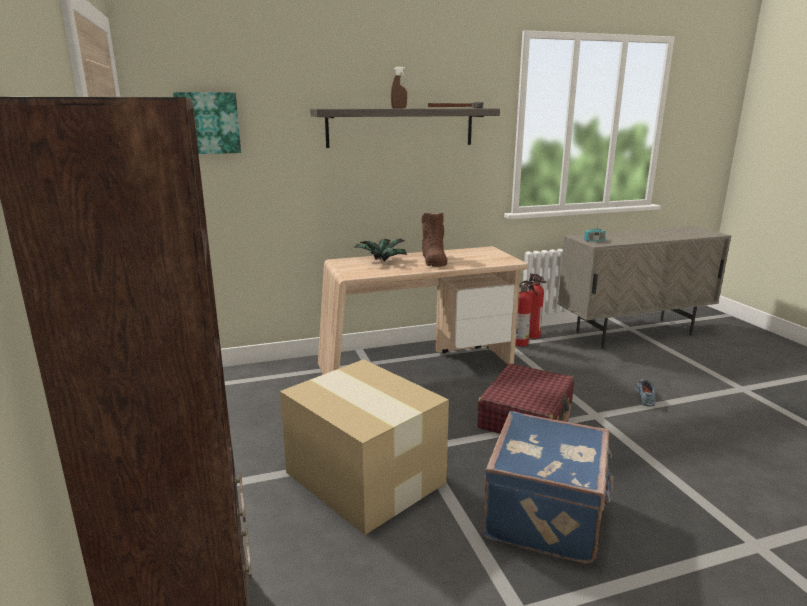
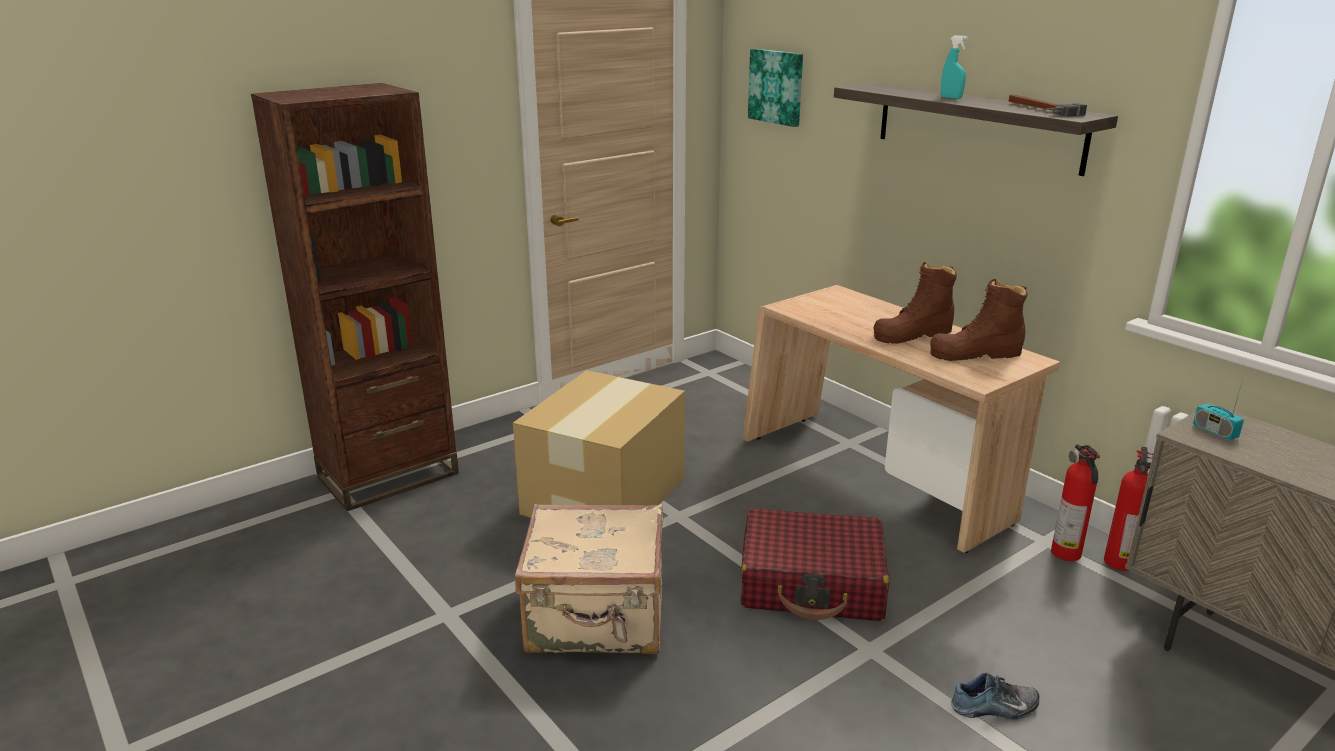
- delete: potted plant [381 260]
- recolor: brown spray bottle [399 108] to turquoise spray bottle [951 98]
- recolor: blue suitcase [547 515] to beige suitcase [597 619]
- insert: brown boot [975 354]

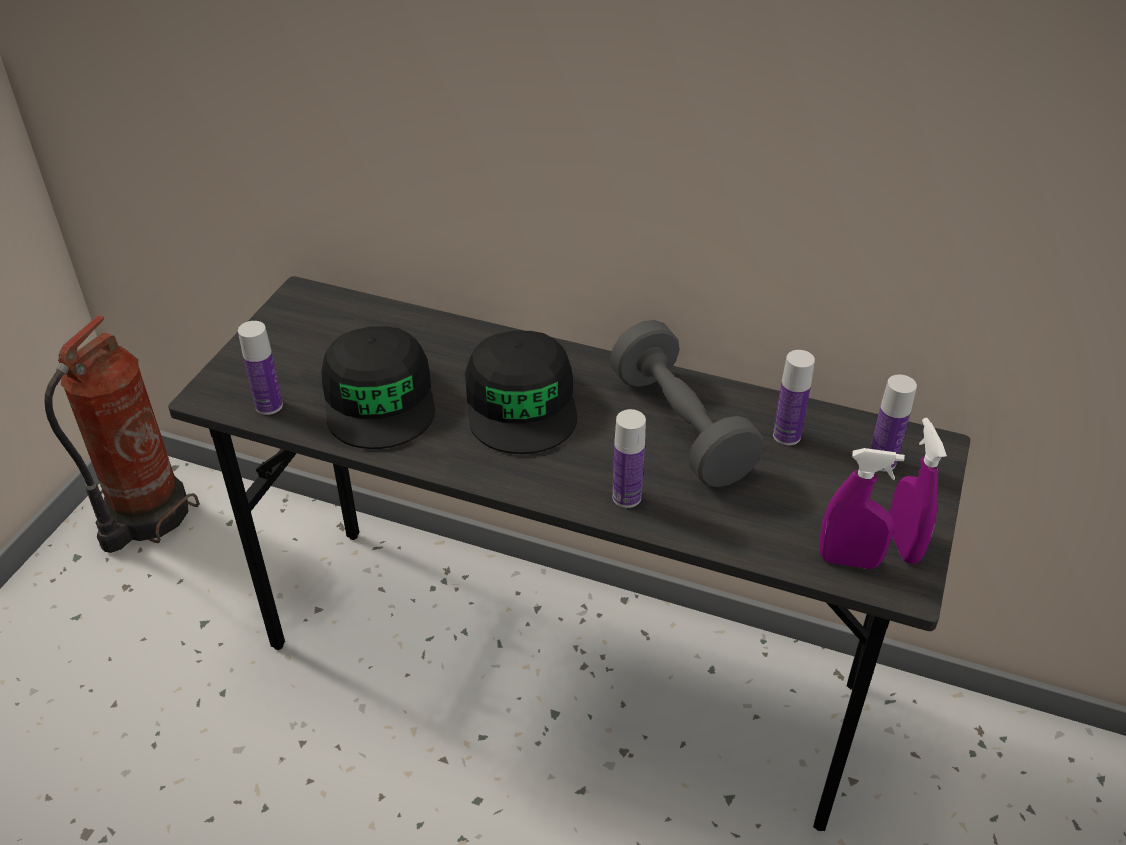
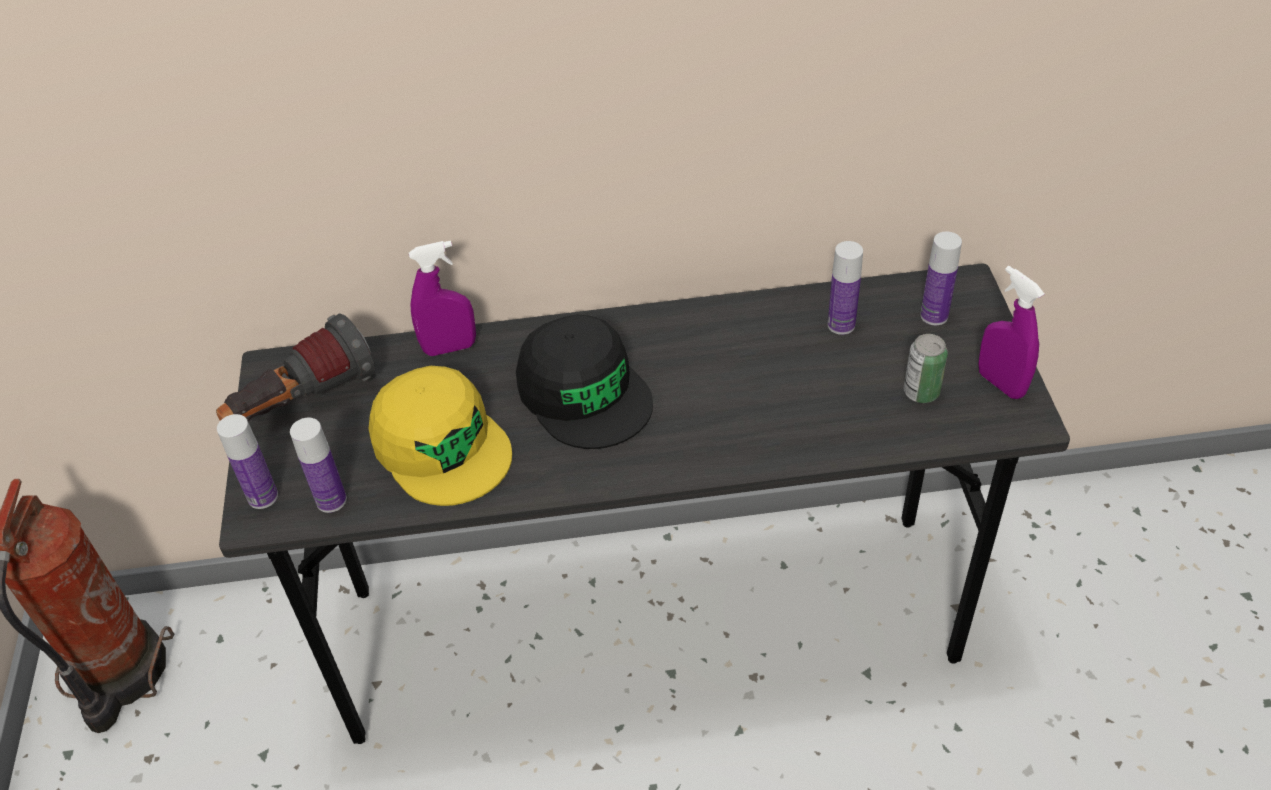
- recolor: black cap [380 399] to yellow cap [442 445]
- delete: grey dumbbell [681 427]
- move: bottle [626 497] to [263 497]
- move: purple spray bottle [849 560] to [450 348]
- insert: flashlight [302 403]
- insert: can [921 392]

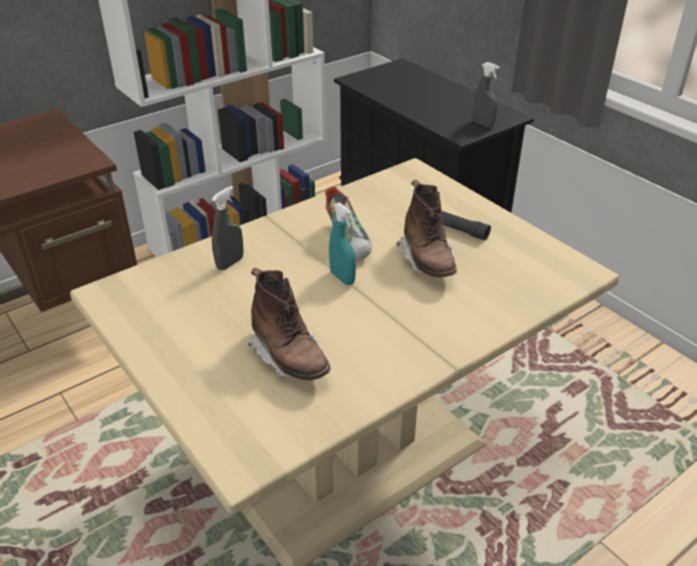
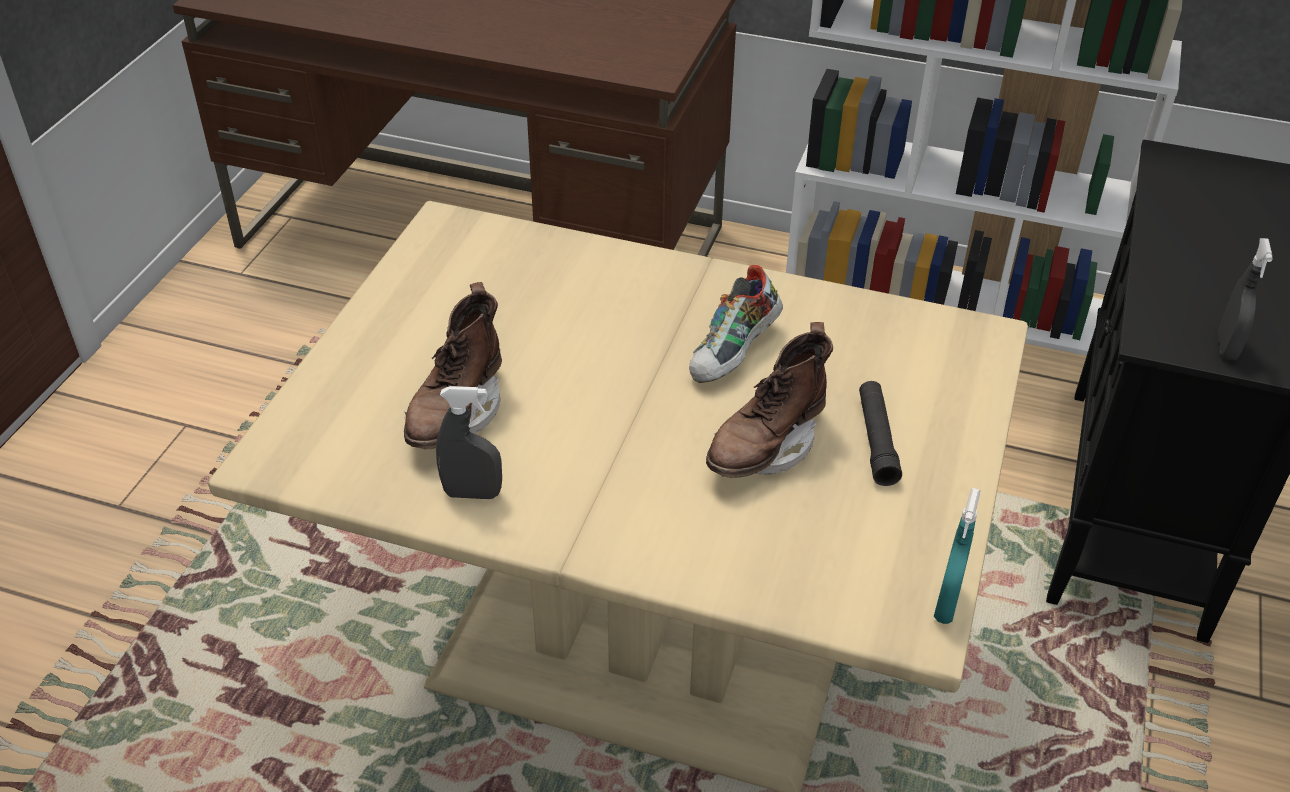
- move: grey spray bottle [230 263] to [472 493]
- move: turquoise spray bottle [342 278] to [946 604]

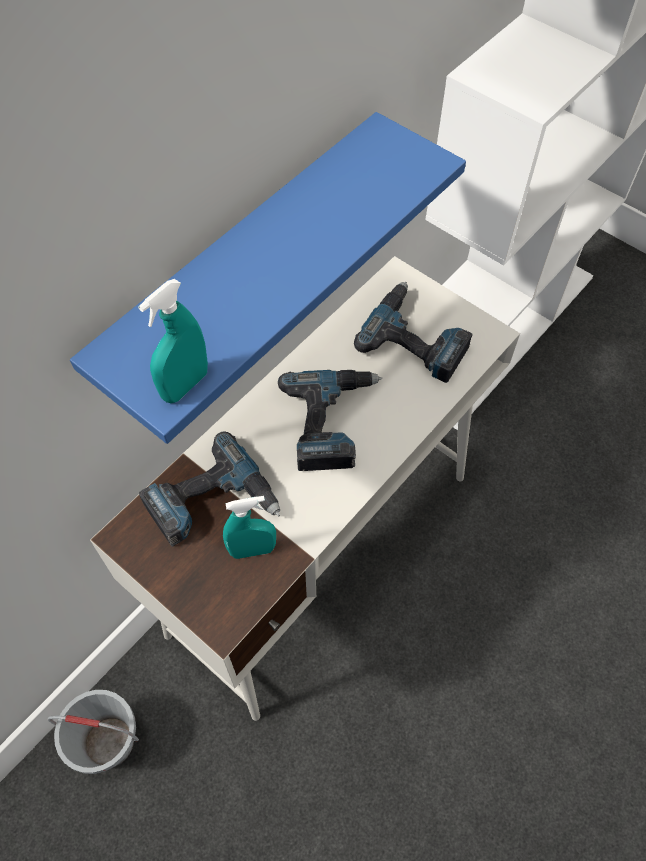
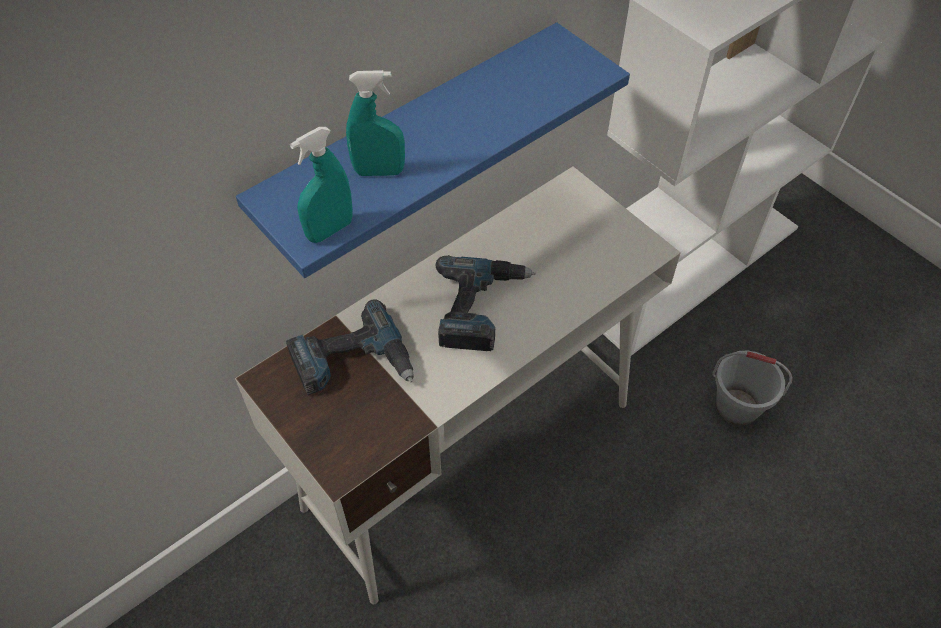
- move: grey bucket [110 741] to [737 406]
- move: turquoise spray bottle [252 550] to [379 171]
- delete: power drill [416 338]

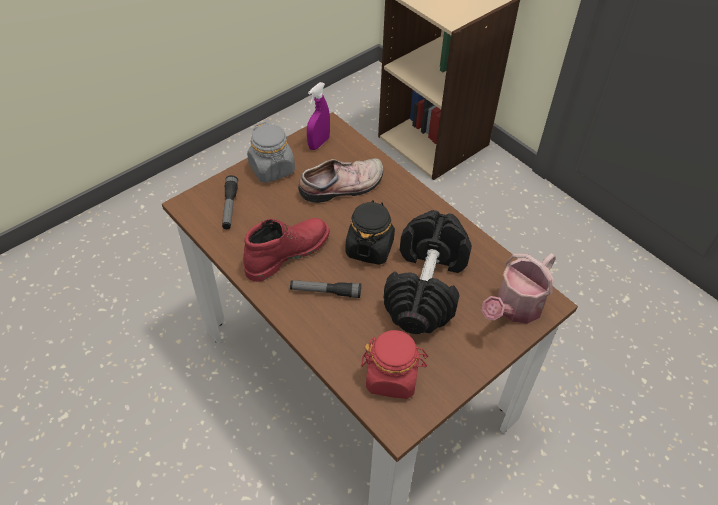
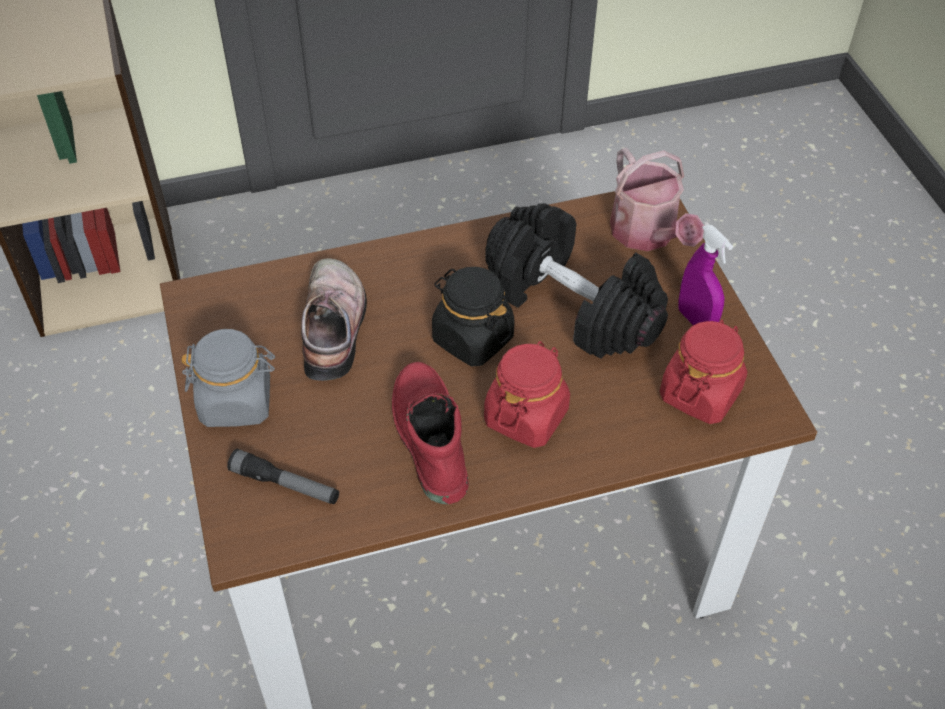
- replace: flashlight [325 292] to red jar [526 416]
- move: purple spray bottle [319 143] to [696 321]

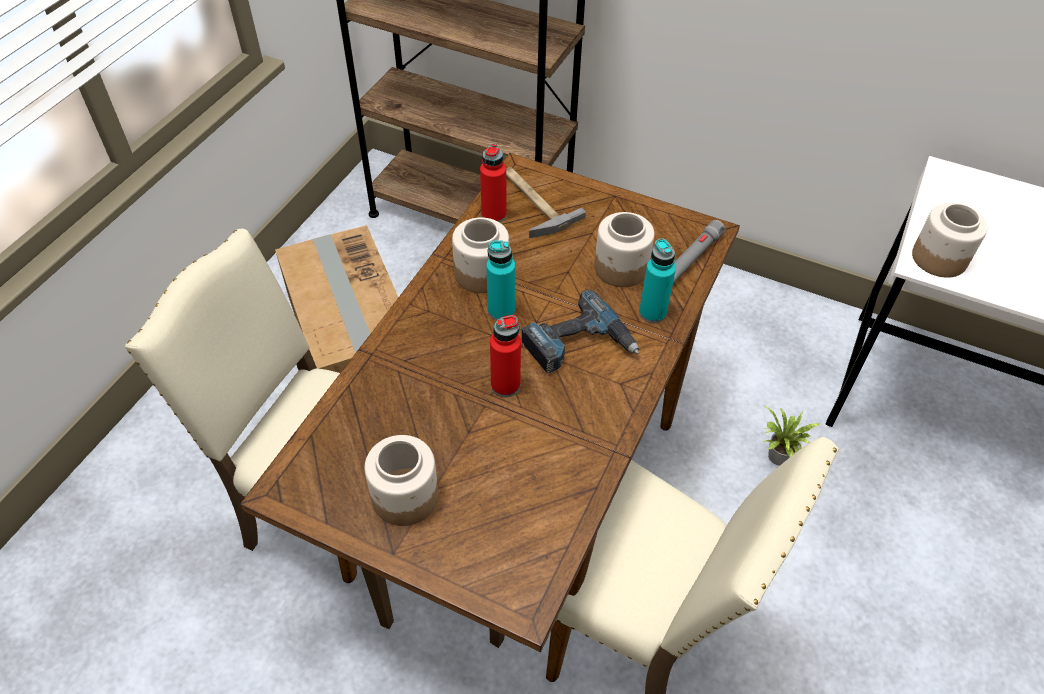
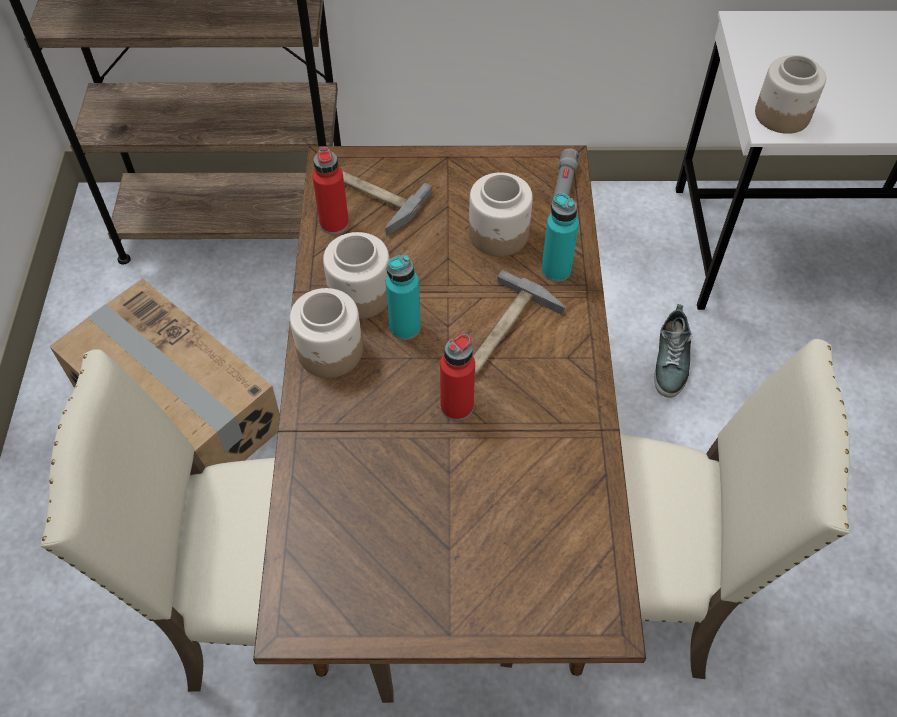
- move: jar [405 497] to [330 352]
- replace: power drill [579 345] to hammer [504 333]
- replace: potted plant [777 459] to shoe [671 361]

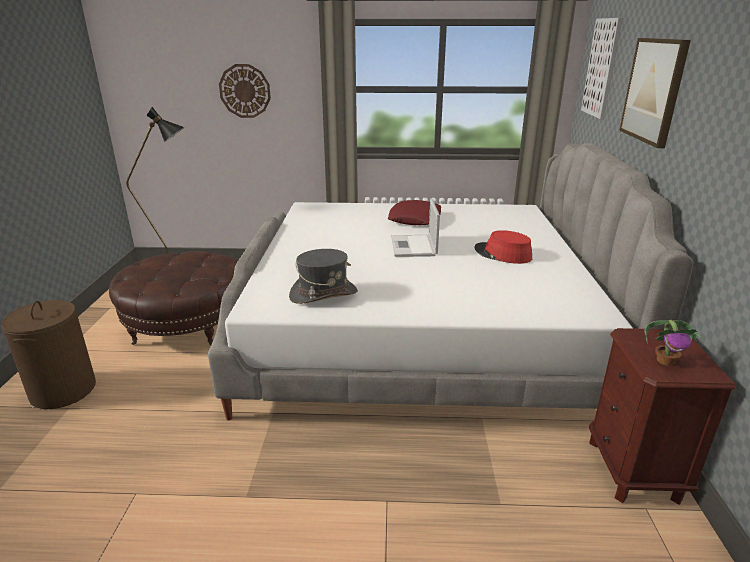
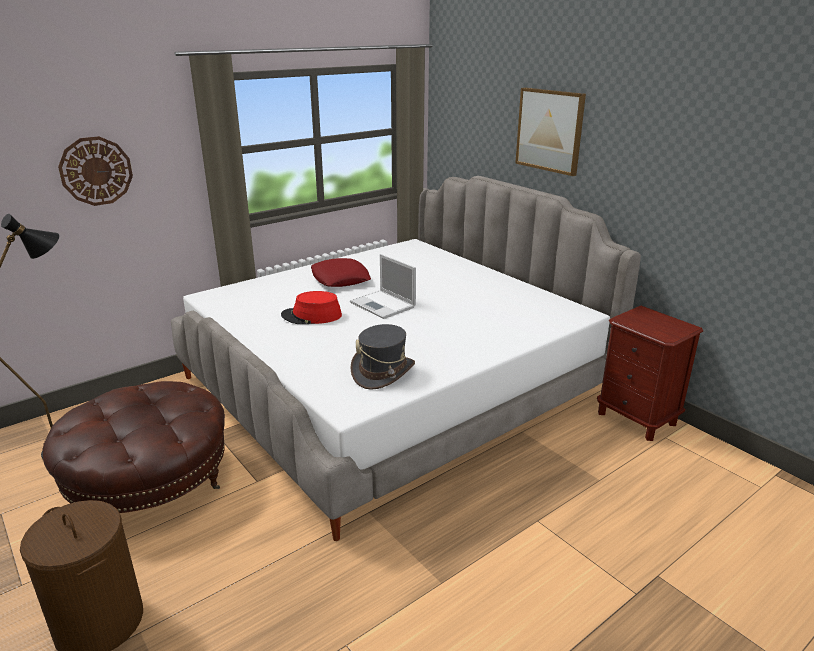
- move: red hat [502 254] to [311 316]
- delete: picture [601 68]
- delete: potted plant [666 360]

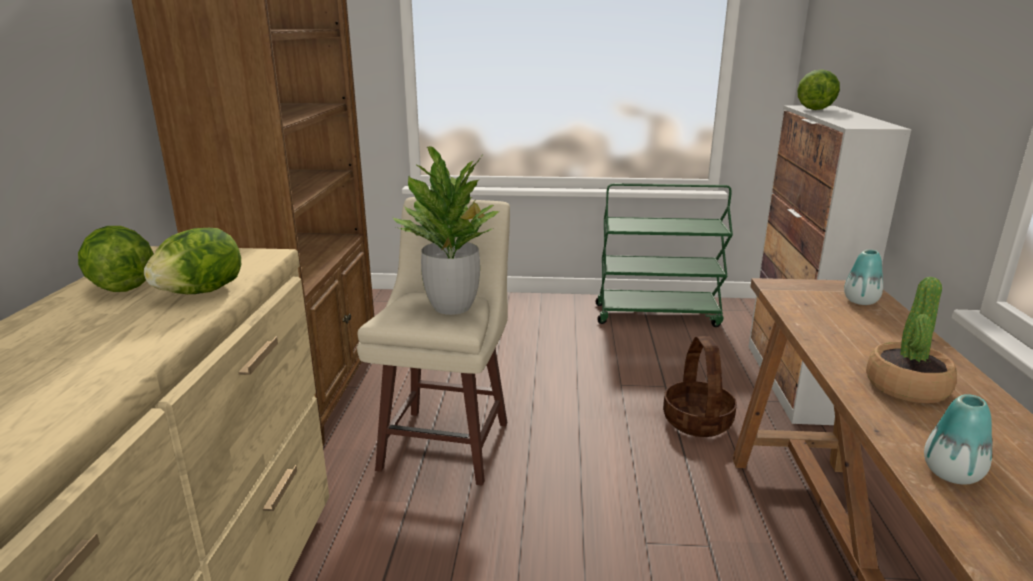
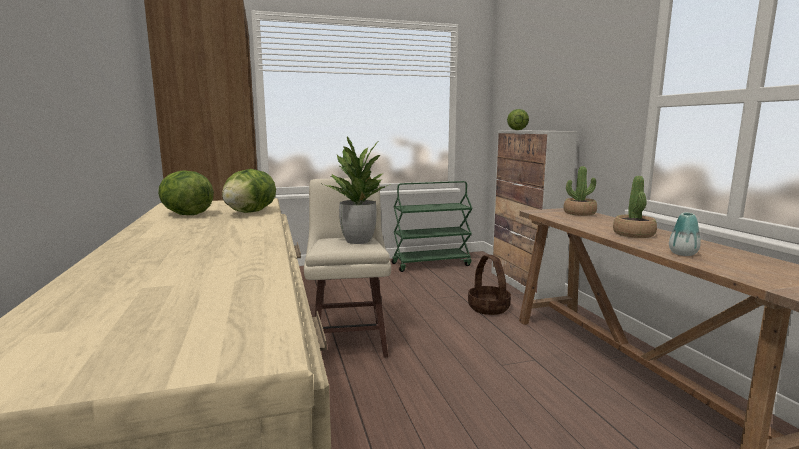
- replace: vase [860 301] to potted plant [579 213]

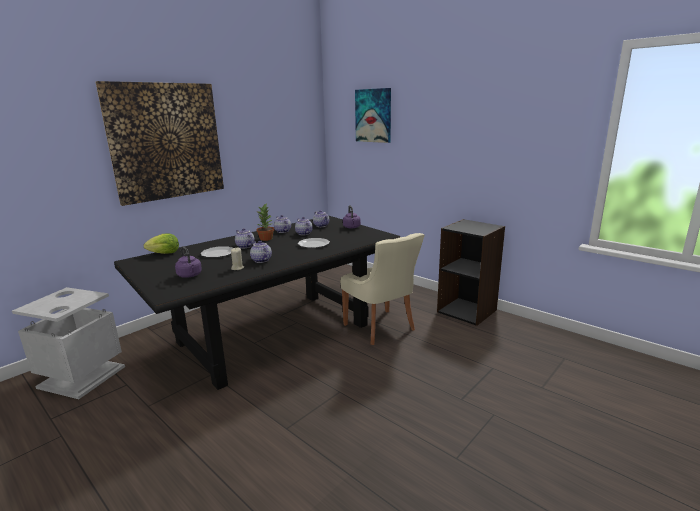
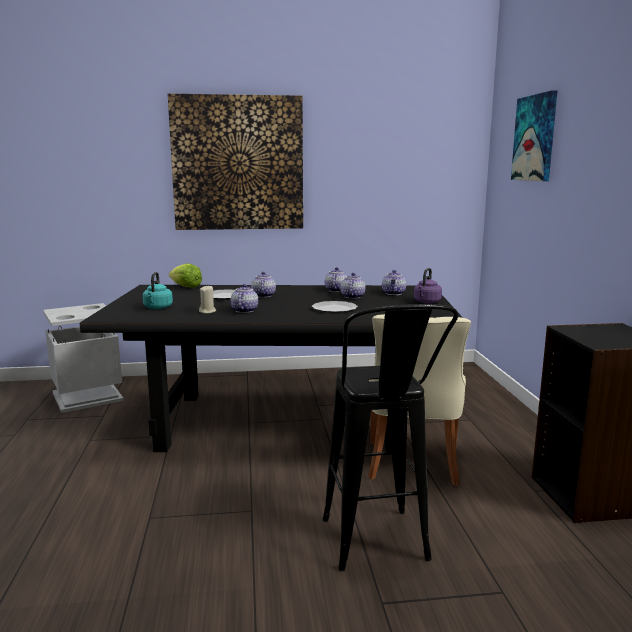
- recolor: purple kettle [190 275] to turquoise kettle [157 308]
- delete: potted plant [266 239]
- insert: black stool [379 551]

